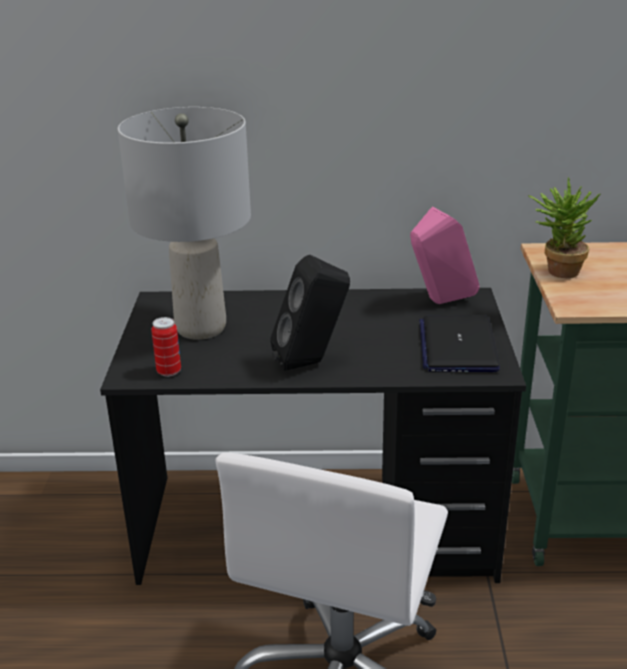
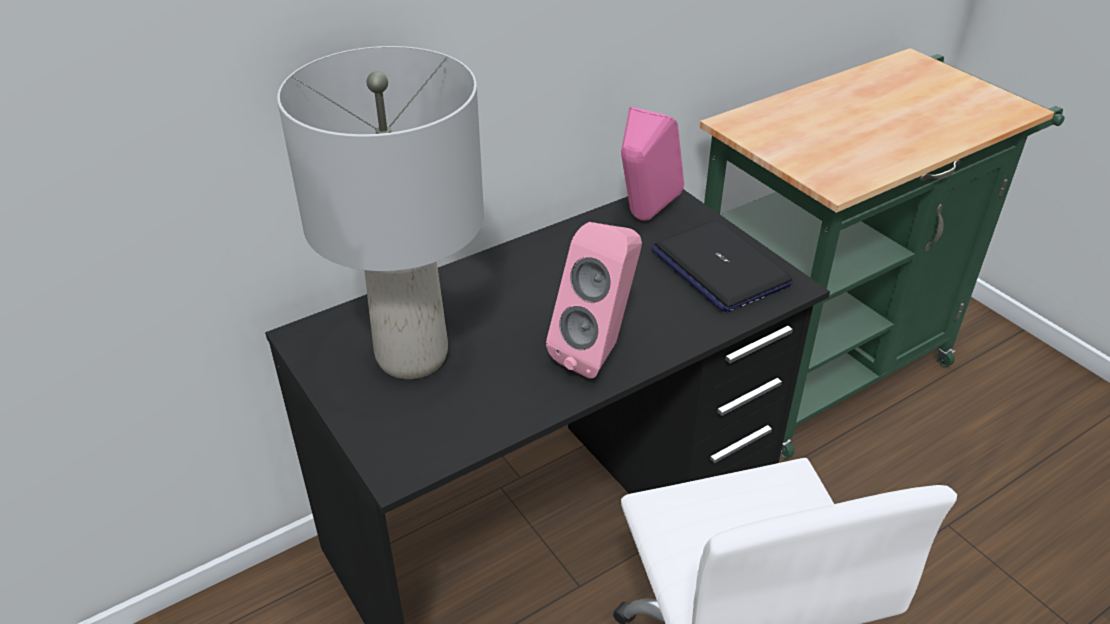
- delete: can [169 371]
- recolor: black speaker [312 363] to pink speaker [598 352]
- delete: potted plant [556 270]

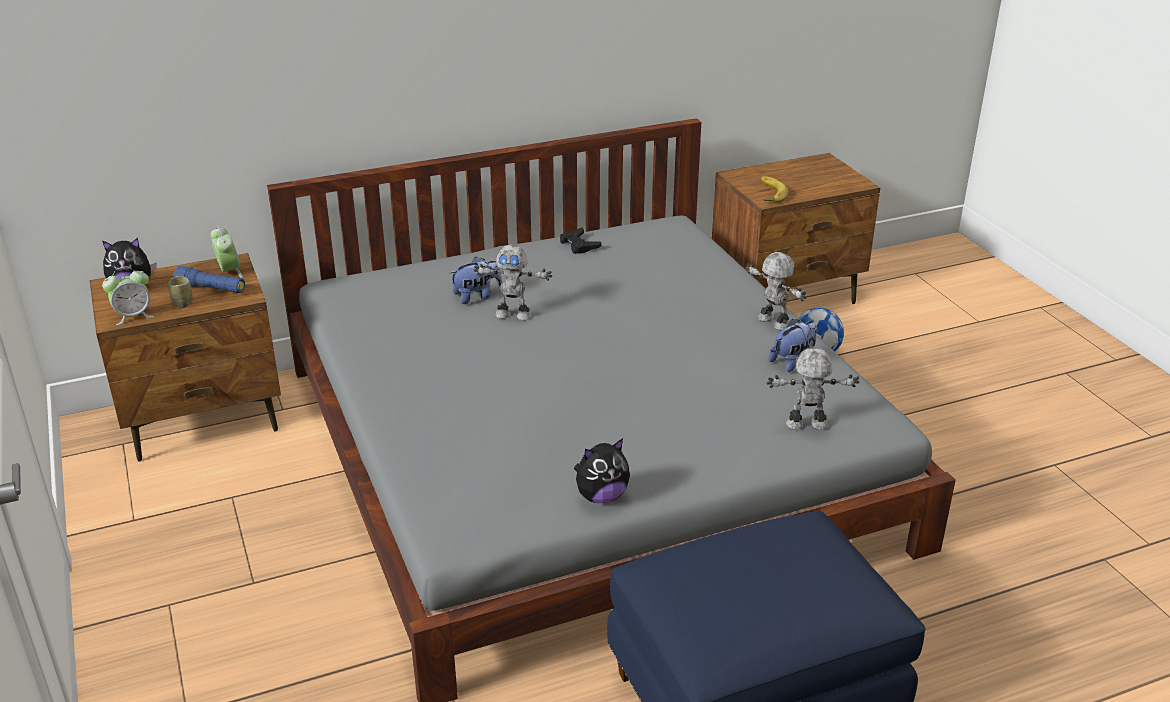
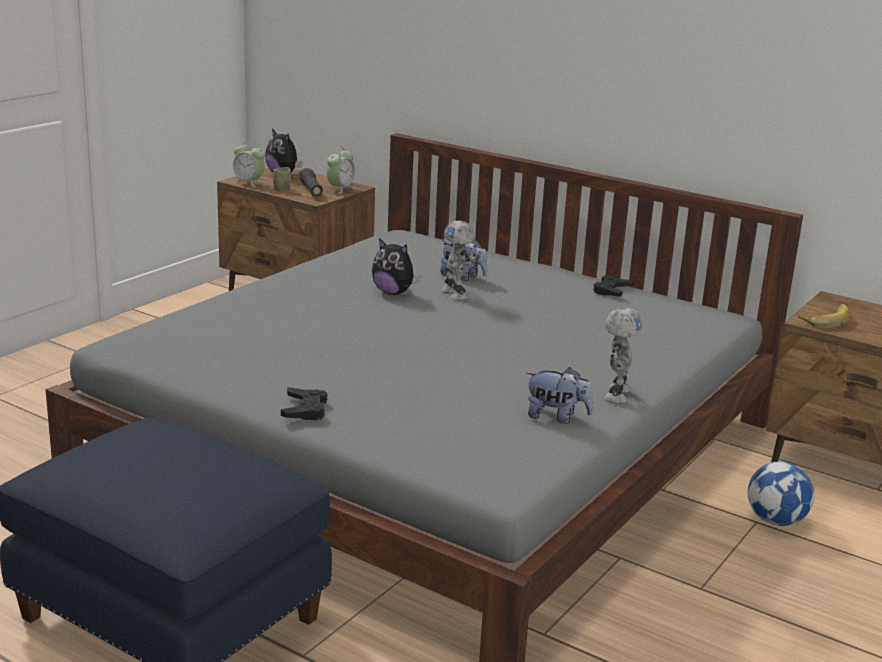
- recolor: blue flashlight [211 289] to black flashlight [311 190]
- move: plush toy [601 496] to [393 293]
- delete: toy robot [807 425]
- insert: black game controller [305 409]

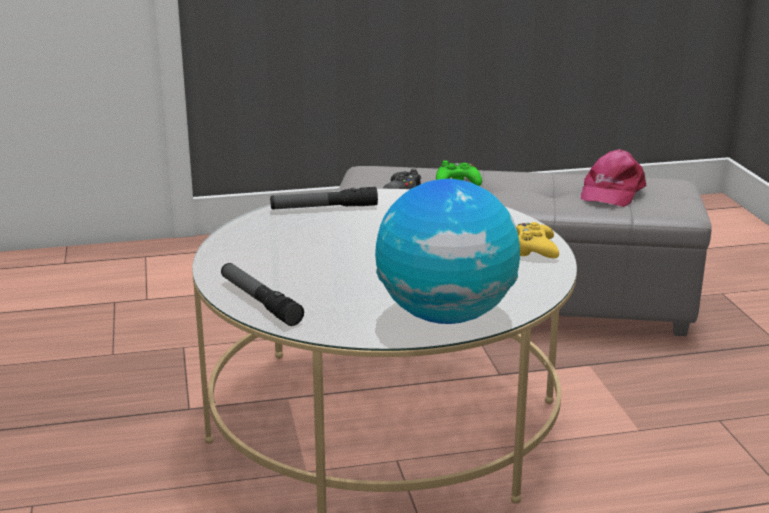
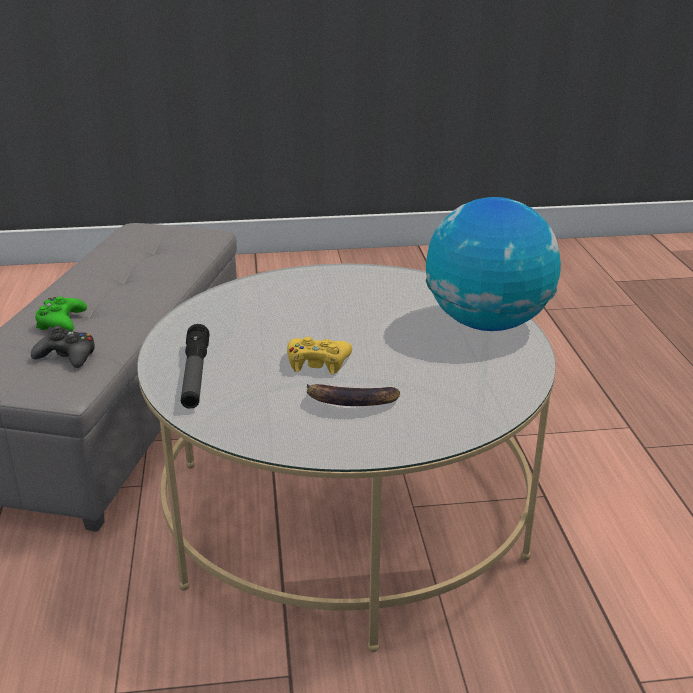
- delete: flashlight [259 301]
- move: yellow game controller [534 249] to [317 363]
- delete: pink cap [611 191]
- insert: banana [350 402]

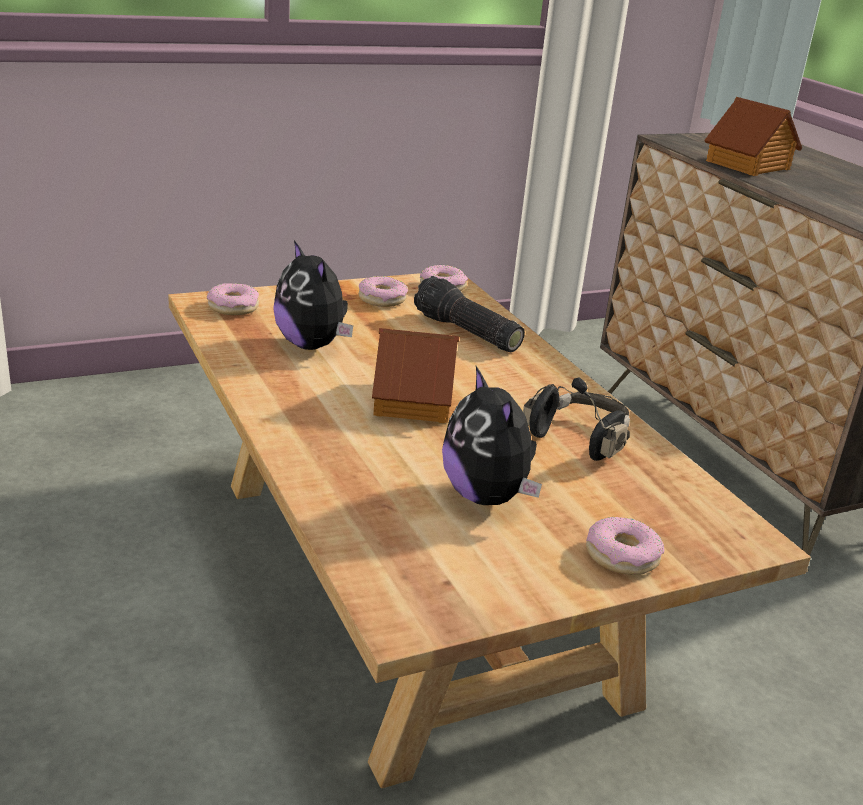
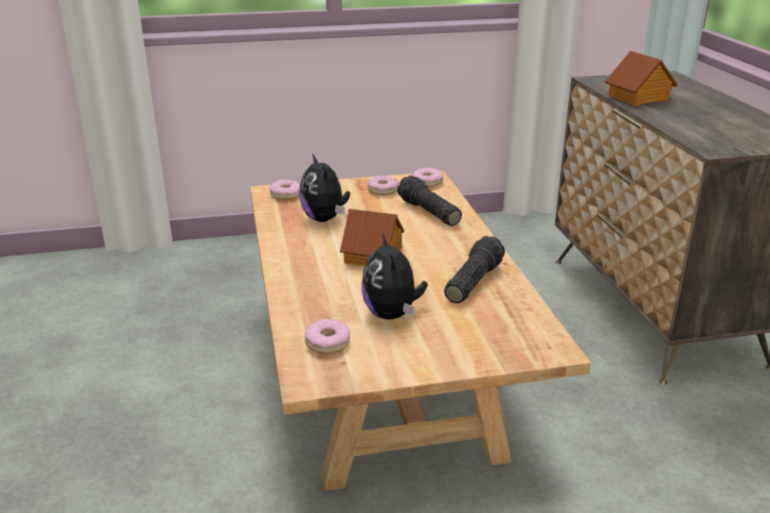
- replace: black headphones [580 438] to flashlight [471 281]
- move: donut [622 556] to [327 342]

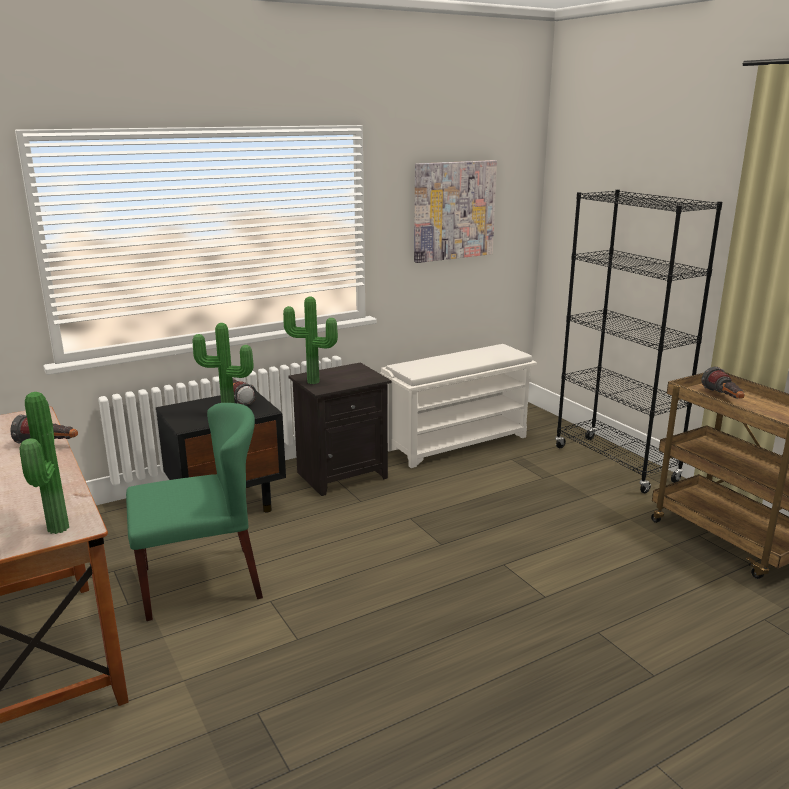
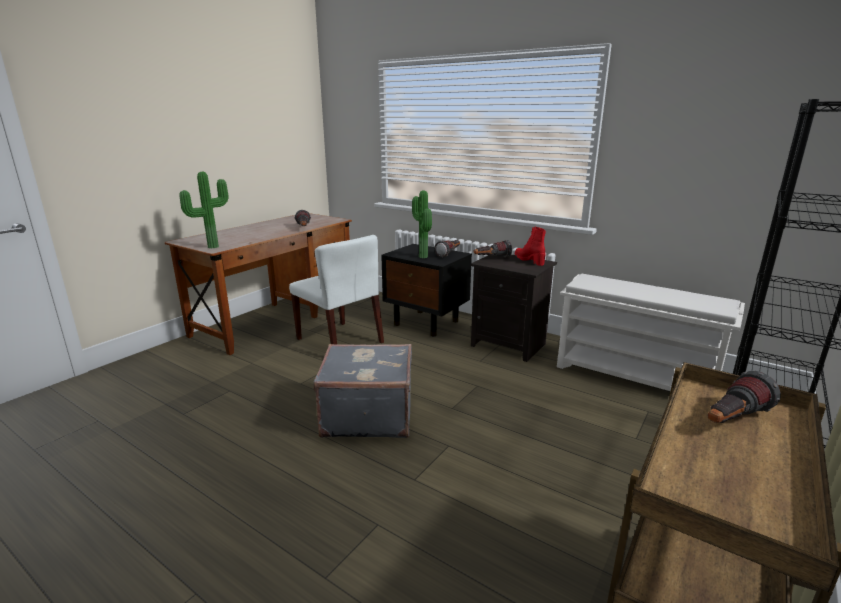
- recolor: green chair [201 582] to white chair [340 341]
- replace: potted plant [312 383] to flashlight [491 258]
- delete: picture [454 210]
- insert: grey suitcase [367 415]
- insert: red boot [529 260]

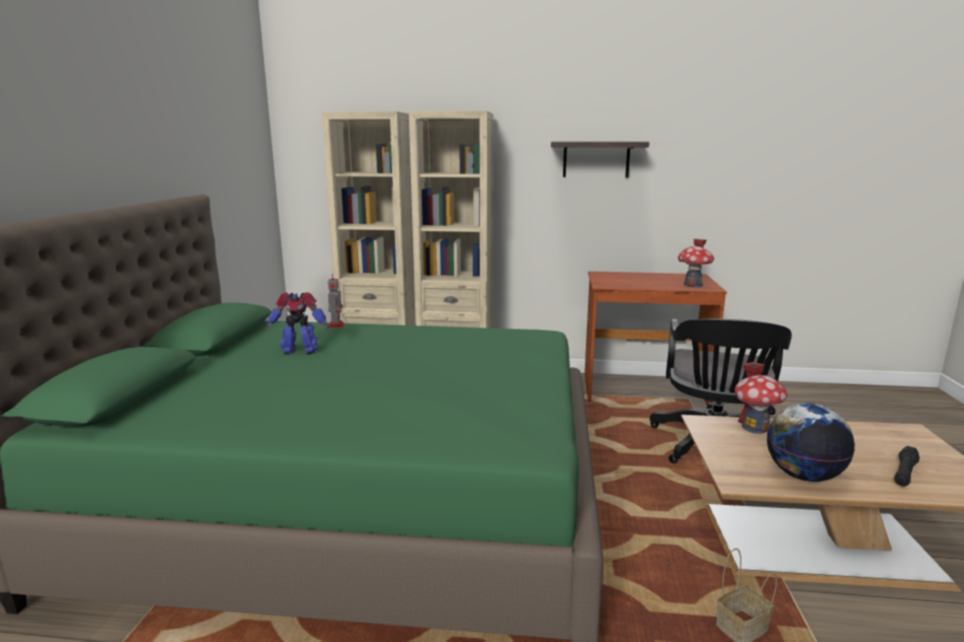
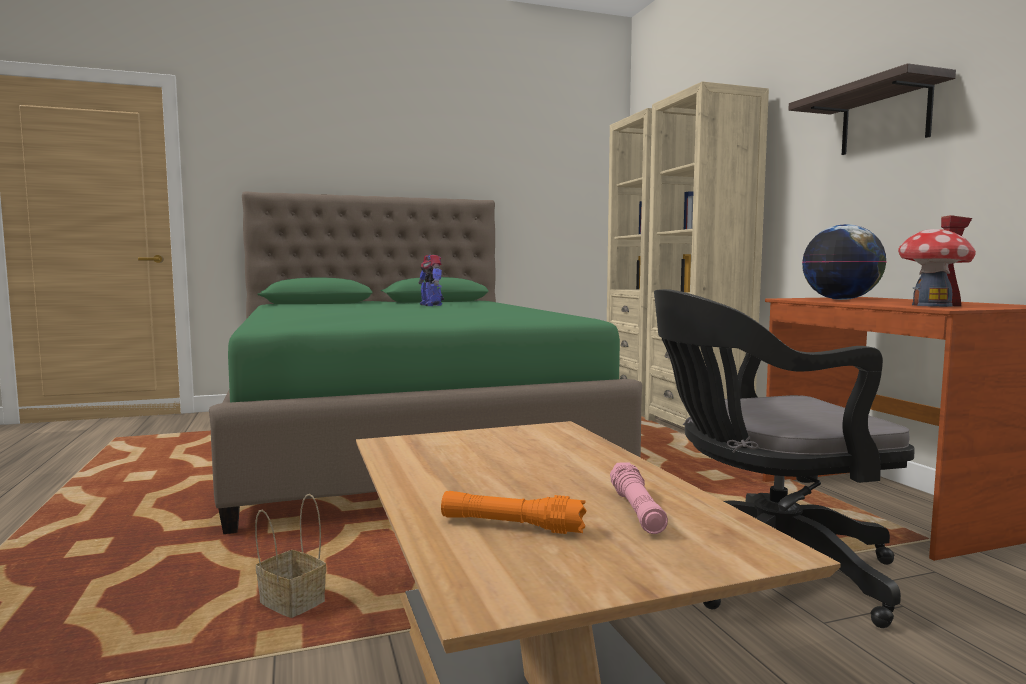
- delete: toy robot [336 325]
- delete: toy house [755 427]
- move: globe [803 475] to [841 299]
- recolor: black flashlight [904 473] to orange flashlight [511 525]
- insert: pink flashlight [637 510]

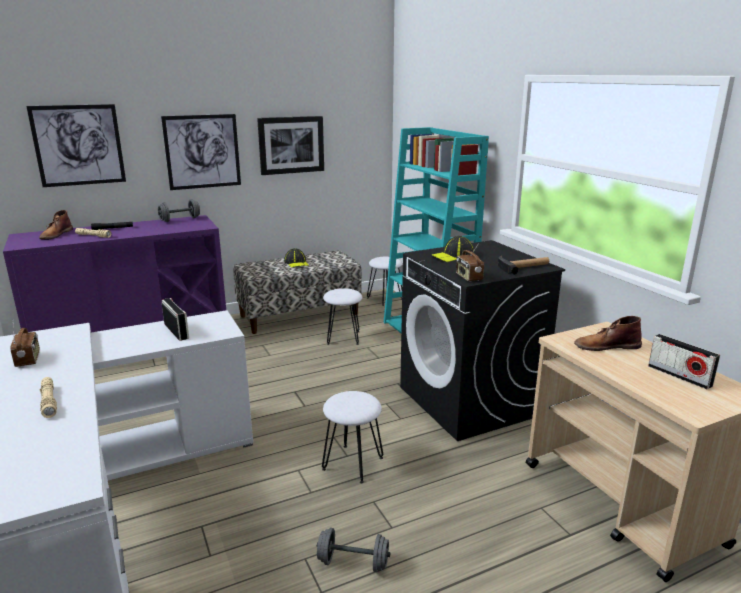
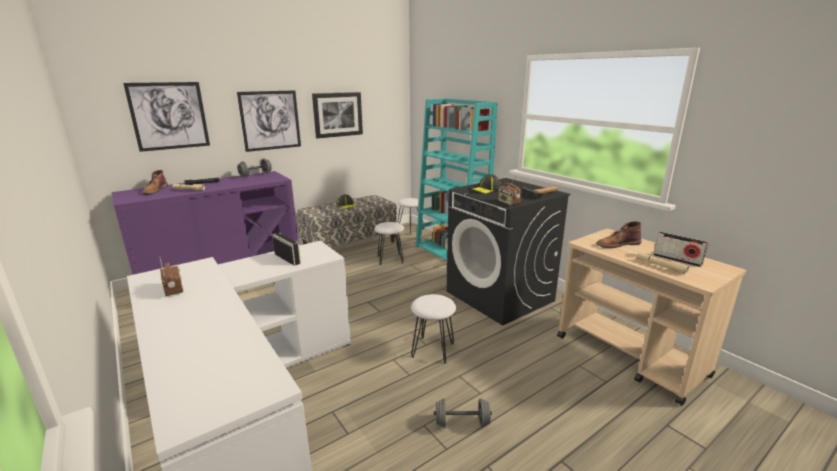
- move: beige flashlight [49 401] to [660 266]

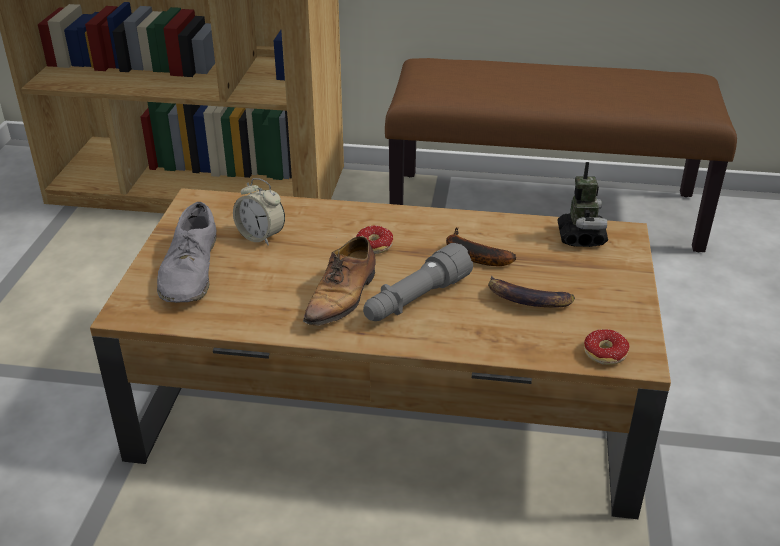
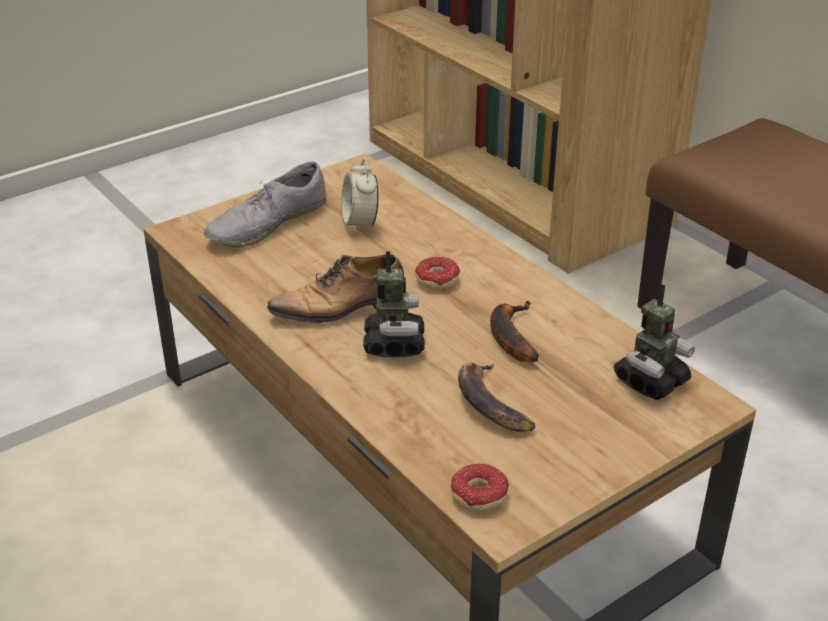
- replace: grey flashlight [415 300] to toy robot [394 344]

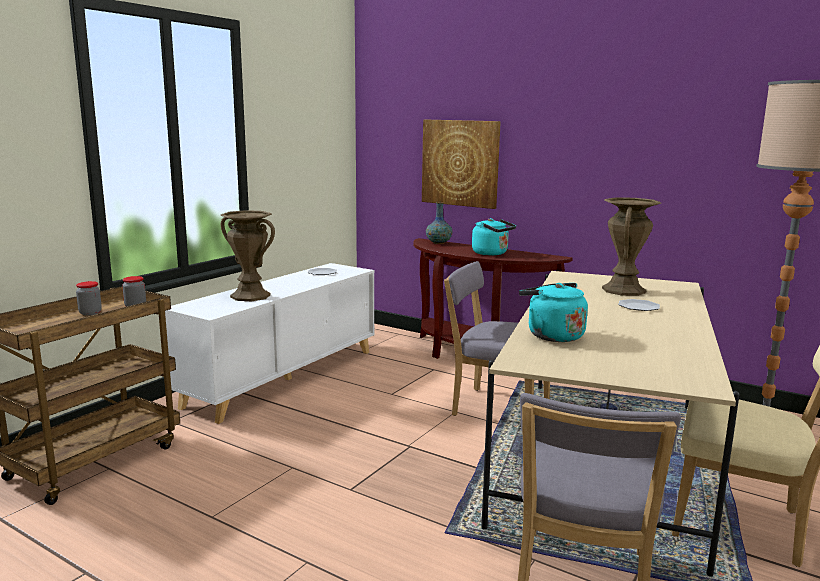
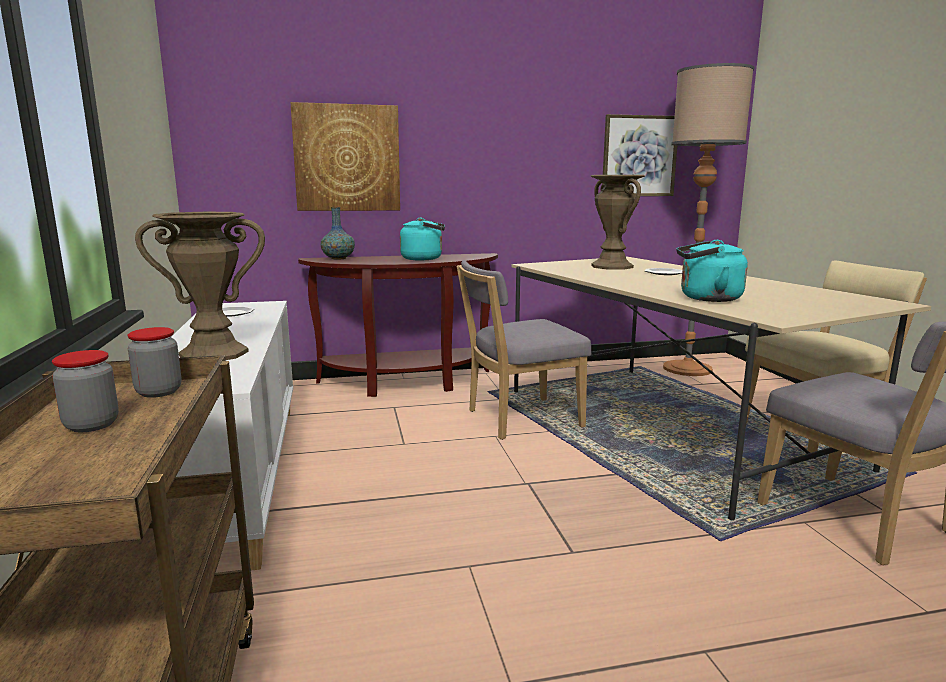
- insert: picture [639 156]

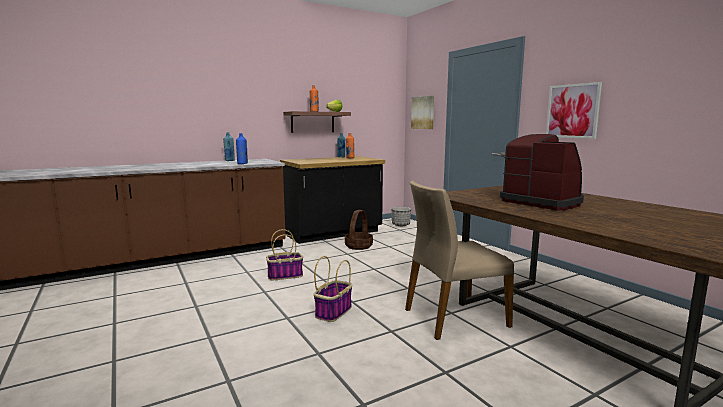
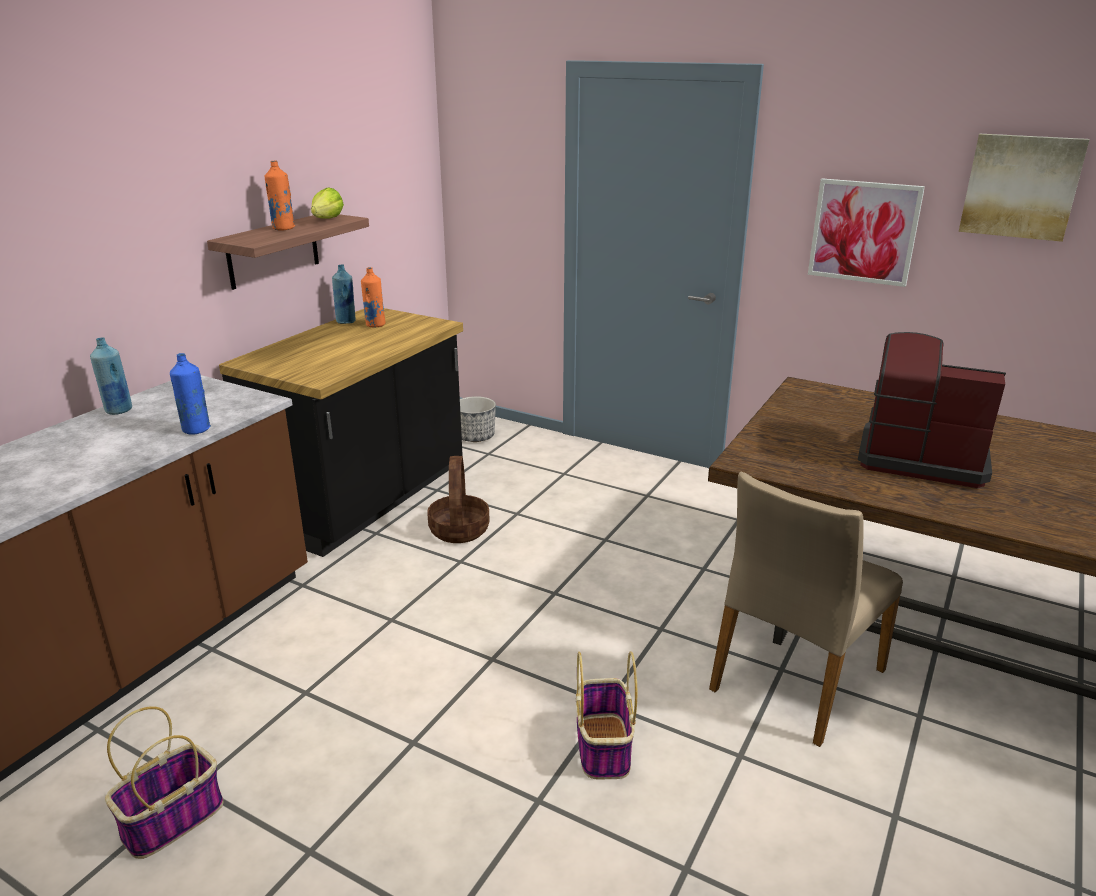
- move: basket [285 275] to [173 818]
- move: picture [423 112] to [1021 186]

